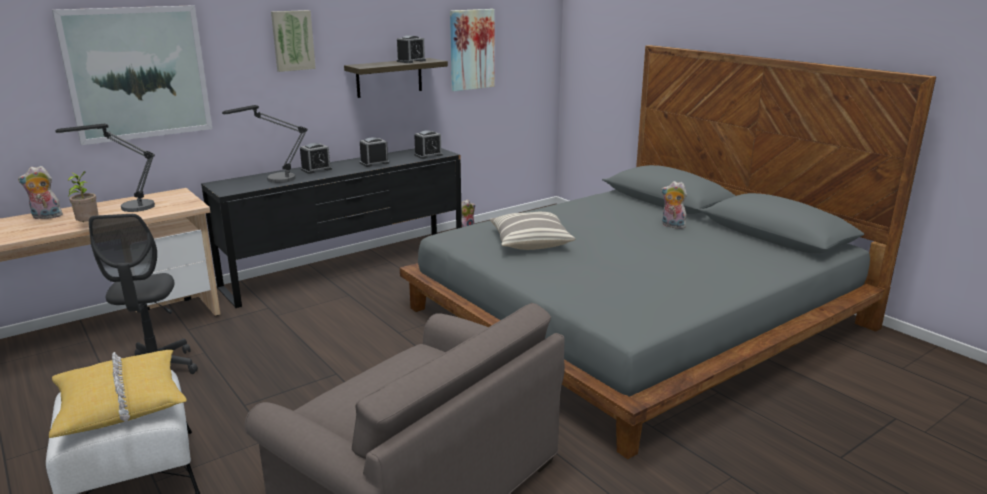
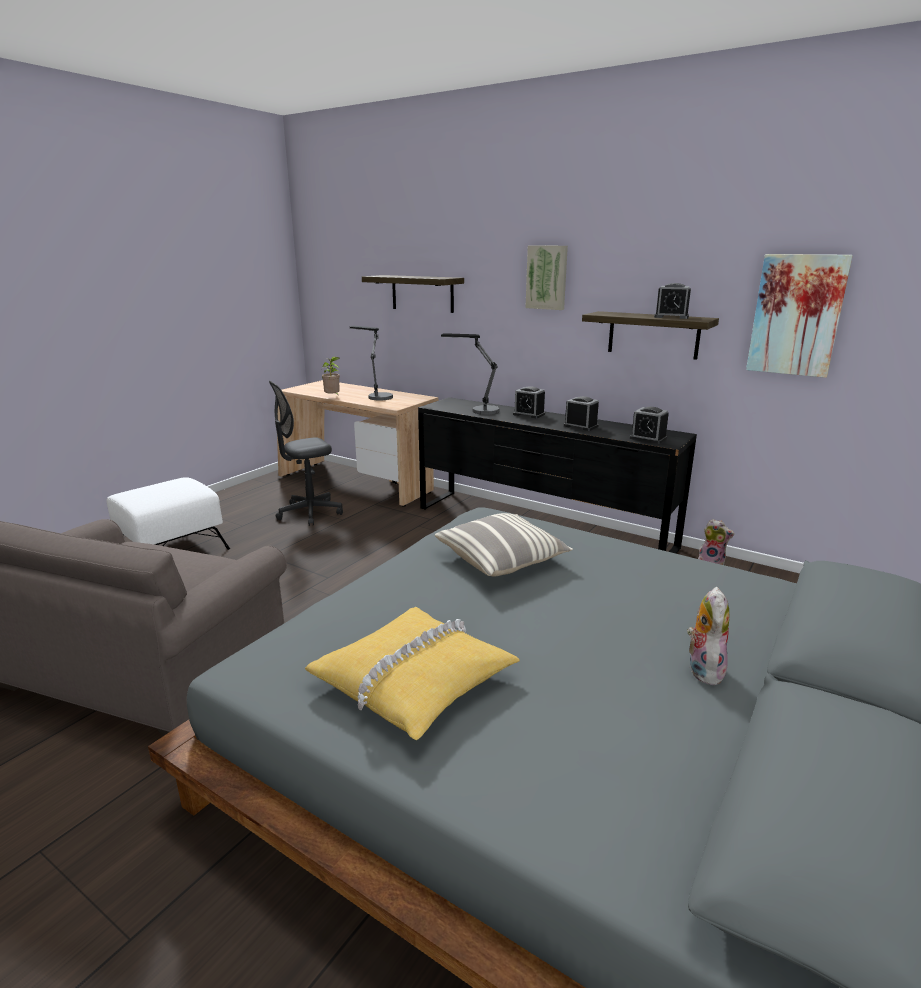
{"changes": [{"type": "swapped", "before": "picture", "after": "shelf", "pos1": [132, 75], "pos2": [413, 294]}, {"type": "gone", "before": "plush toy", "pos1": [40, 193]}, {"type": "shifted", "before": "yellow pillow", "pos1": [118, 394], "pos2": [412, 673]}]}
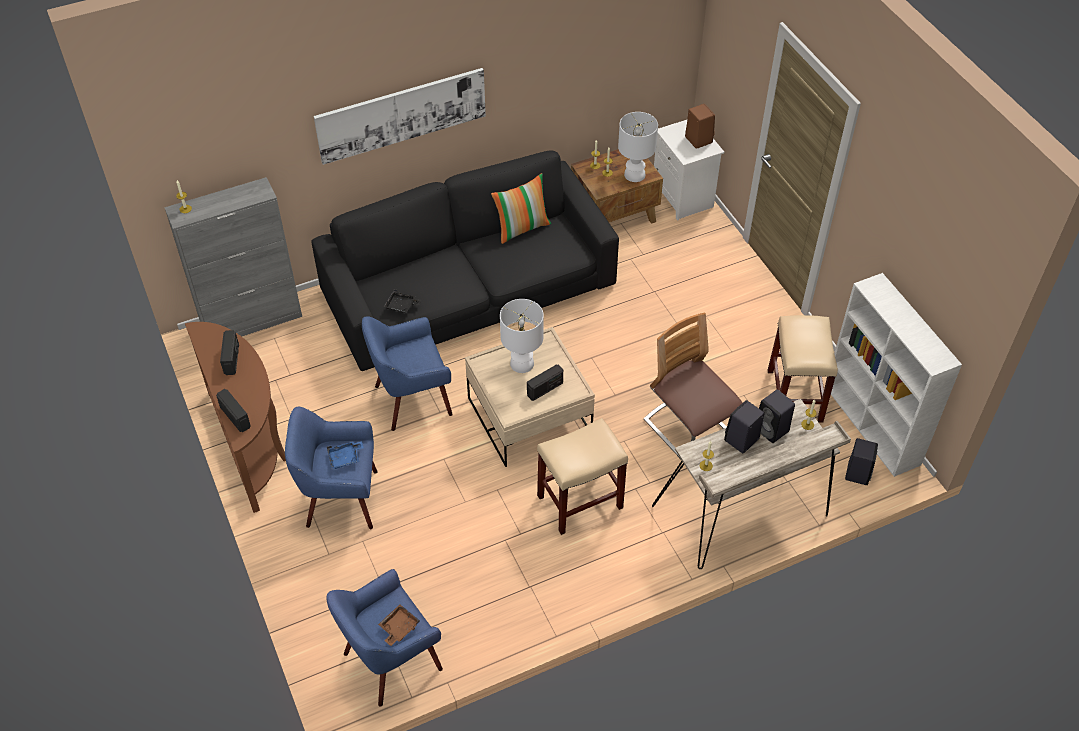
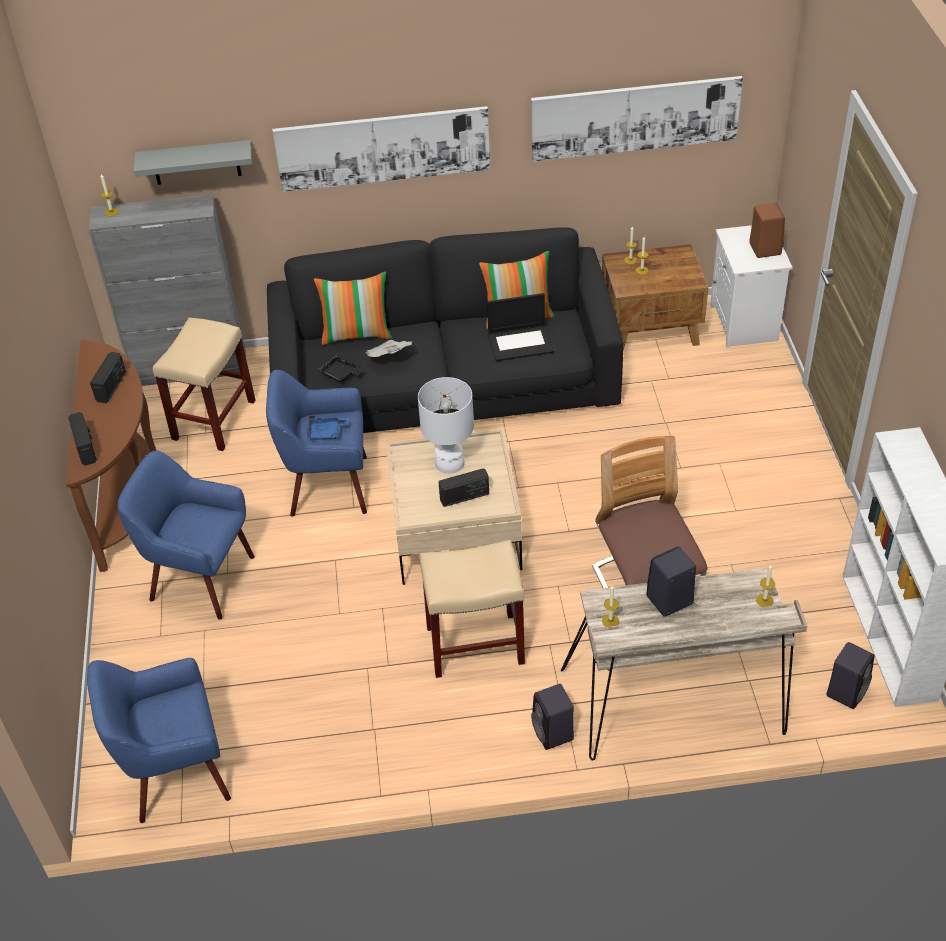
{"changes": [{"type": "gone", "before": "white table lamp", "pos1": [638, 147]}, {"type": "shifted", "before": "beige stool", "pos1": [803, 369], "pos2": [204, 384]}, {"type": "shifted", "before": "black speaker", "pos1": [777, 416], "pos2": [552, 717]}, {"type": "shifted", "before": "blue tray", "pos1": [345, 455], "pos2": [327, 427]}, {"type": "gone", "before": "brown tray", "pos1": [399, 625]}, {"type": "new", "after": "picture", "pos2": [637, 119]}, {"type": "new", "after": "grey shelf", "pos2": [193, 162]}, {"type": "new", "after": "pillow", "pos2": [353, 308]}, {"type": "new", "after": "laptop", "pos2": [520, 327]}, {"type": "new", "after": "newspaper", "pos2": [389, 348]}]}
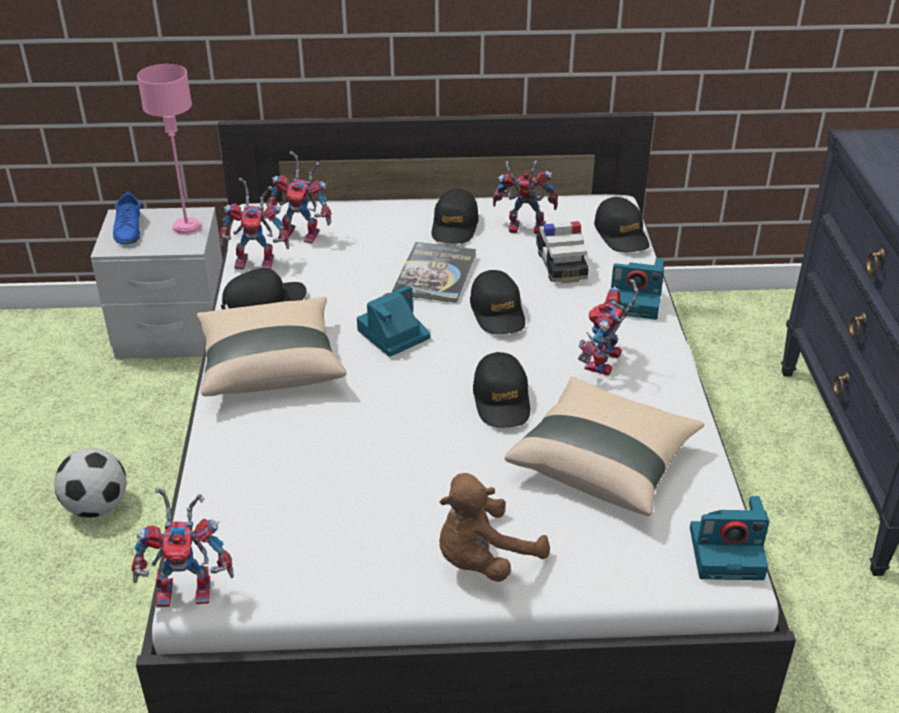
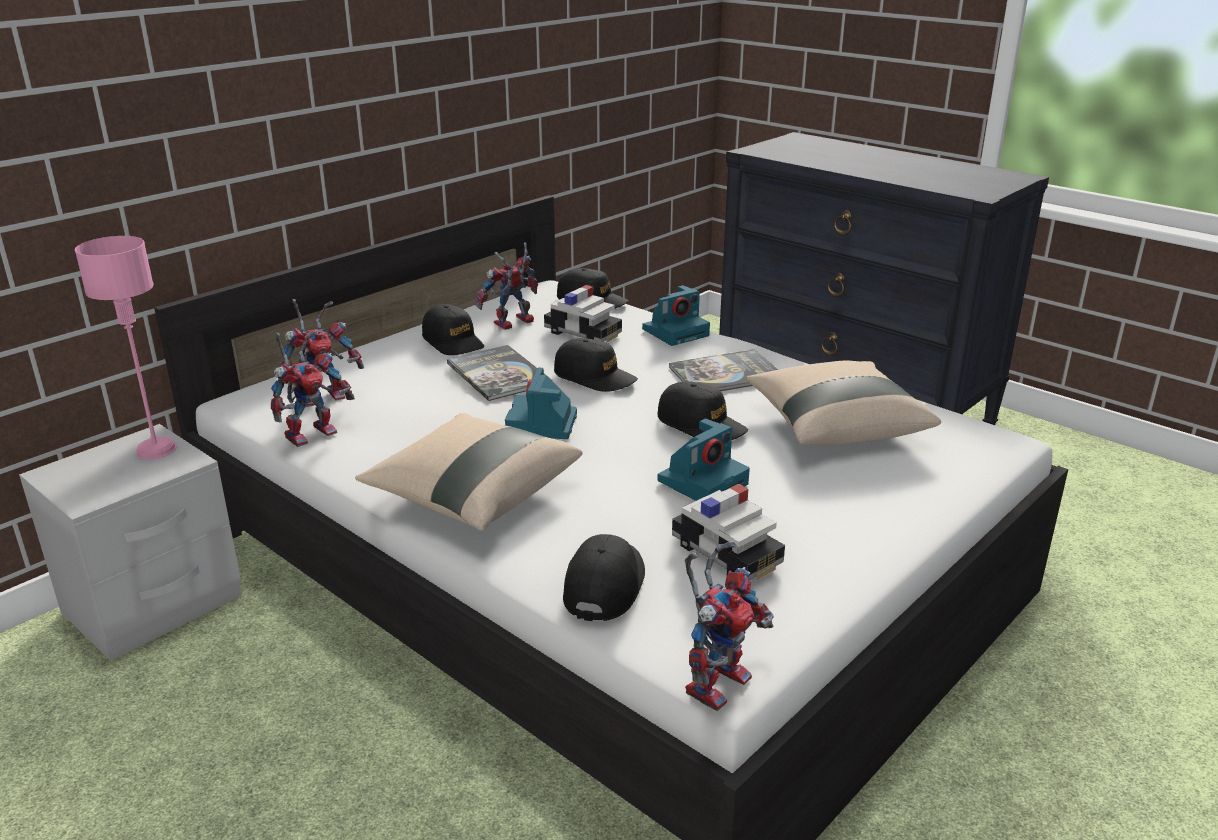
{"changes": [{"type": "gone", "before": "blue shoe", "pos1": [127, 218]}, {"type": "shifted", "before": "black cap", "pos1": [264, 289], "pos2": [604, 577]}, {"type": "swapped", "before": "toy robot", "after": "book", "pos1": [608, 327], "pos2": [723, 370]}, {"type": "gone", "before": "football", "pos1": [90, 483]}, {"type": "gone", "before": "brown plush toy", "pos1": [494, 527]}, {"type": "shifted", "before": "photo camera", "pos1": [729, 538], "pos2": [703, 459]}, {"type": "new", "after": "toy car", "pos2": [728, 532]}]}
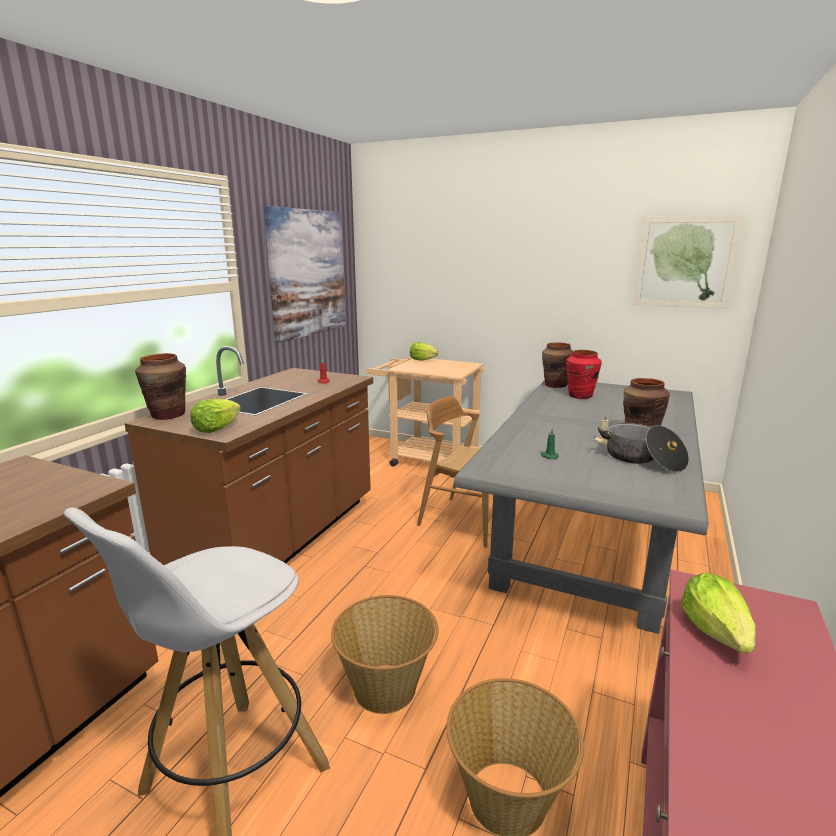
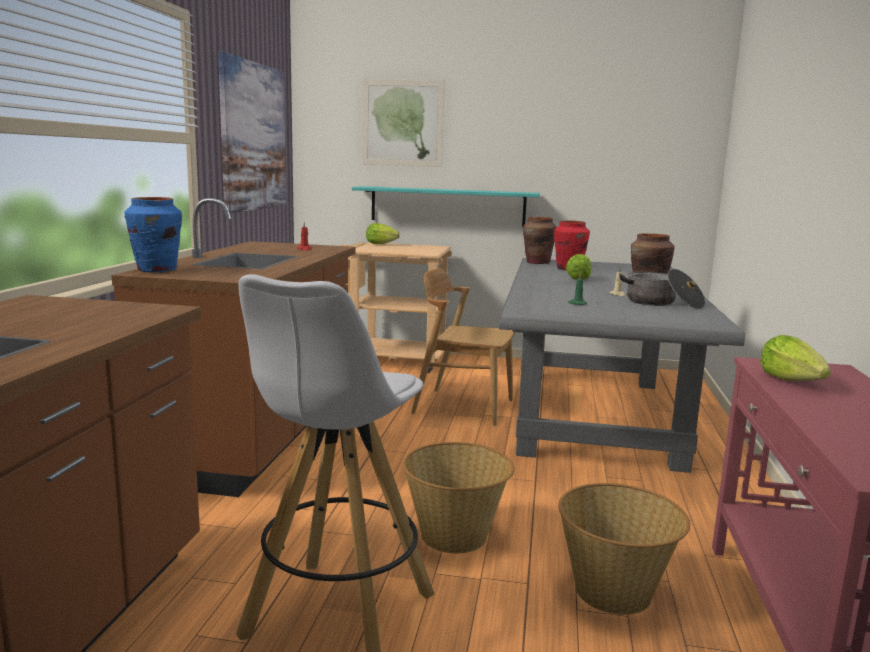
{"changes": [{"type": "shifted", "before": "picture", "pos1": [688, 262], "pos2": [403, 123]}, {"type": "repainted", "before": "brown vase", "after": "blue vase", "pos1": [160, 386], "pos2": [153, 234]}, {"type": "shifted", "before": "lettuce", "pos1": [215, 416], "pos2": [578, 267]}, {"type": "new", "after": "turquoise shelf", "pos2": [446, 206]}]}
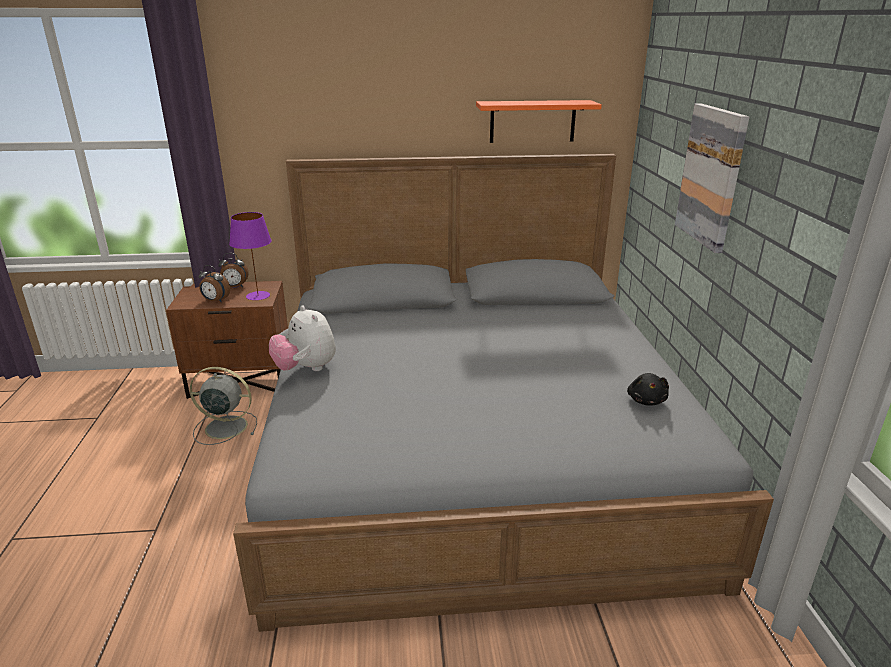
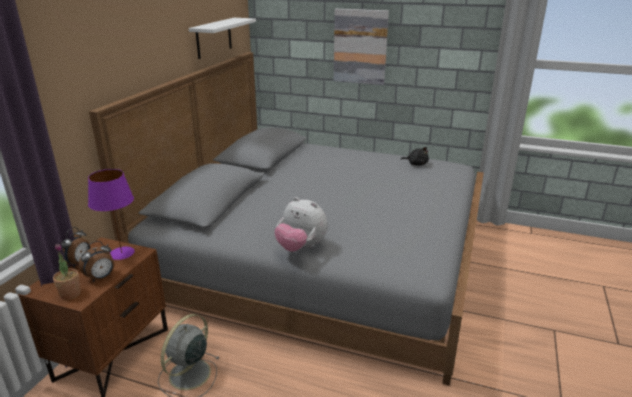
{"changes": [{"type": "repainted", "before": "orange shelf", "after": "white shelf", "pos1": [539, 121], "pos2": [222, 38]}, {"type": "rotated", "before": "plush toy", "pos1": [302, 338], "pos2": [301, 224], "turn": 45}, {"type": "new", "after": "potted plant", "pos2": [67, 271]}]}
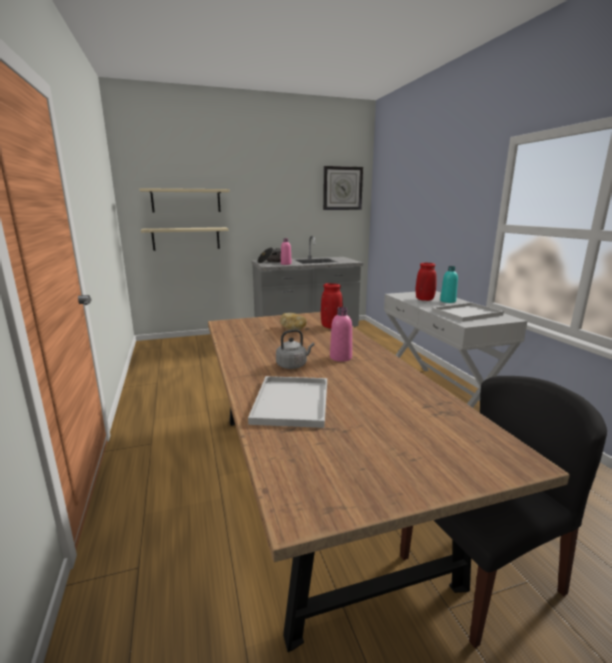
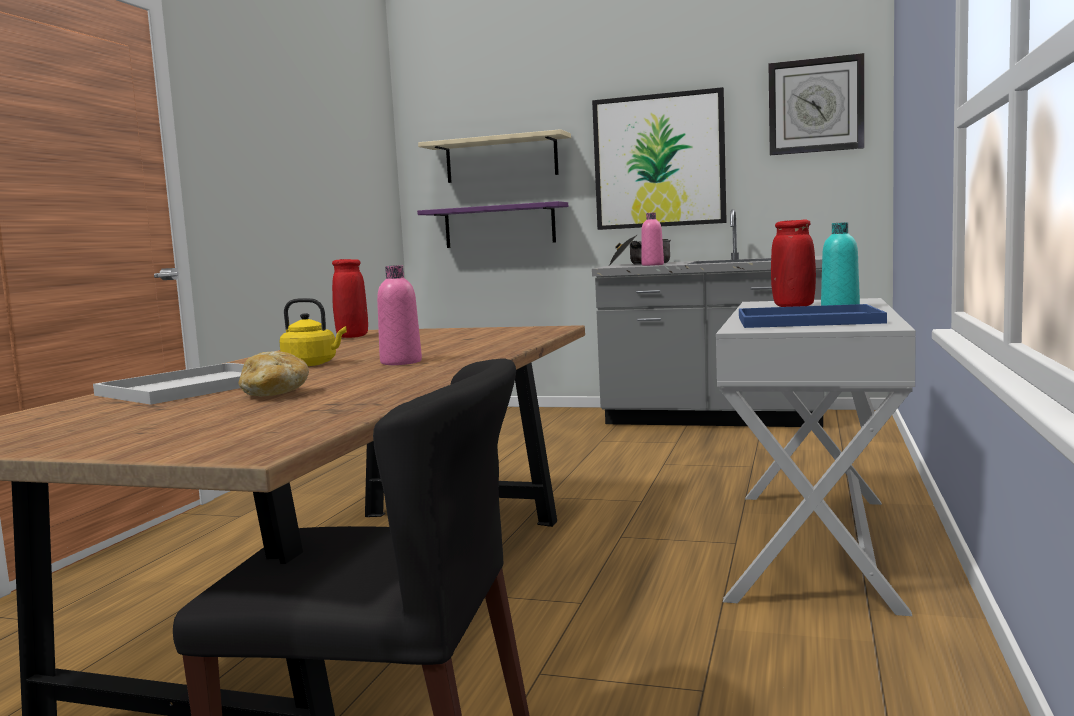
{"changes": [{"type": "repainted", "before": "beige shelf", "after": "purple shelf", "pos1": [185, 239], "pos2": [492, 224]}, {"type": "shifted", "before": "red vase", "pos1": [332, 306], "pos2": [350, 298]}, {"type": "repainted", "before": "white tray", "after": "blue tray", "pos1": [468, 312], "pos2": [813, 316]}, {"type": "shifted", "before": "bread", "pos1": [293, 321], "pos2": [273, 373]}, {"type": "repainted", "before": "grey kettle", "after": "yellow kettle", "pos1": [295, 349], "pos2": [313, 332]}, {"type": "new", "after": "picture", "pos2": [659, 158]}]}
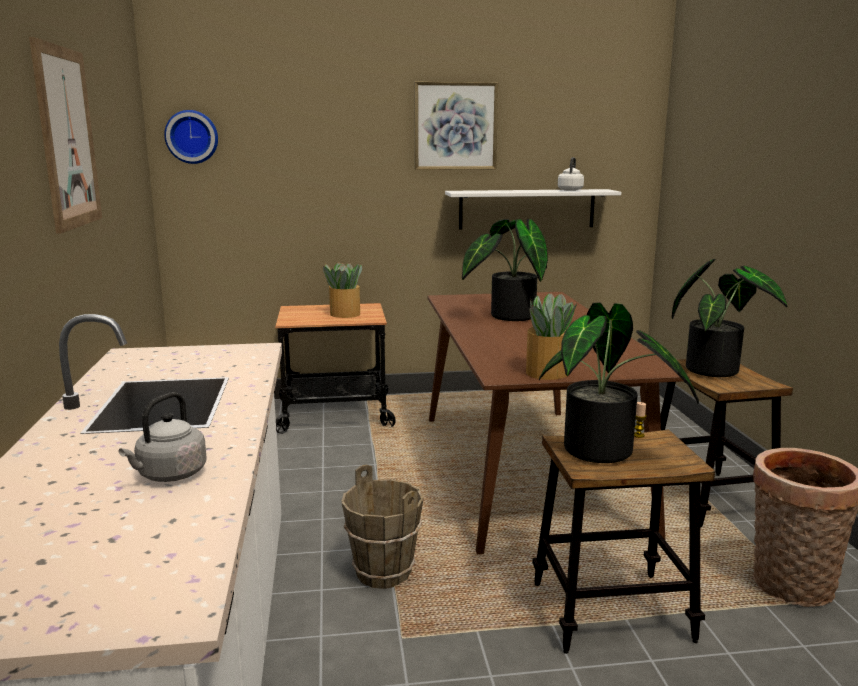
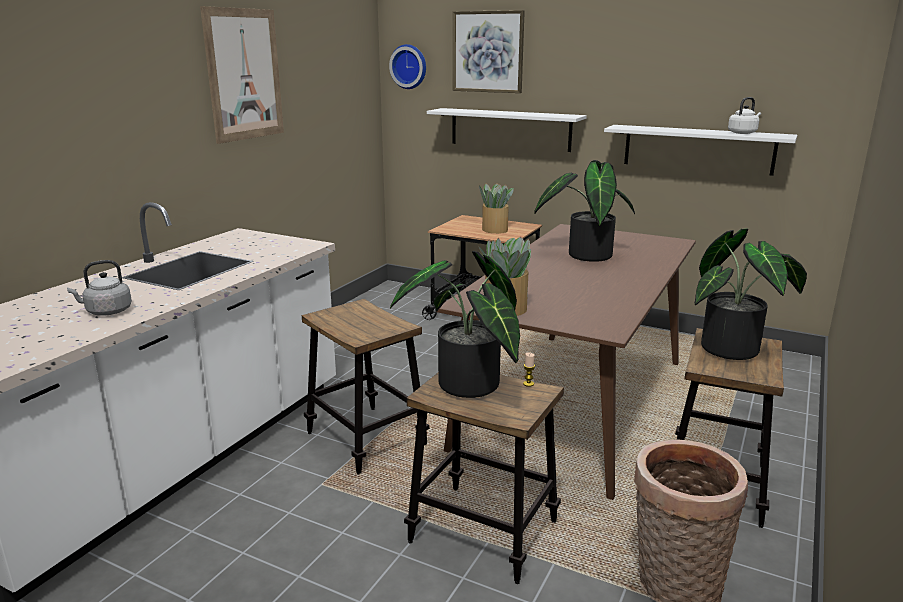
{"changes": [{"type": "shifted", "before": "picture", "pos1": [456, 126], "pos2": [488, 51]}, {"type": "swapped", "before": "brown bucket", "after": "stool", "pos1": [382, 527], "pos2": [366, 387]}, {"type": "new", "after": "white shelf", "pos2": [507, 130]}]}
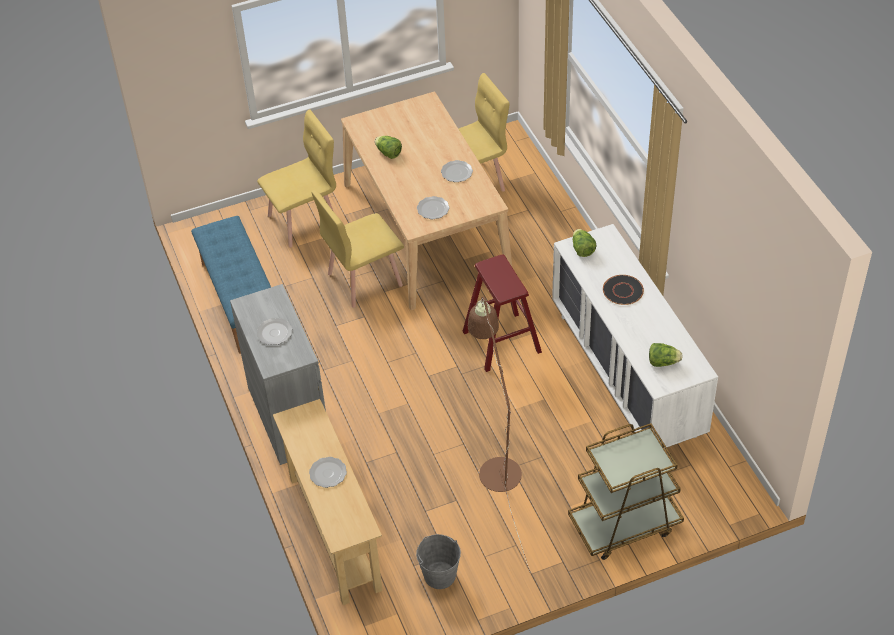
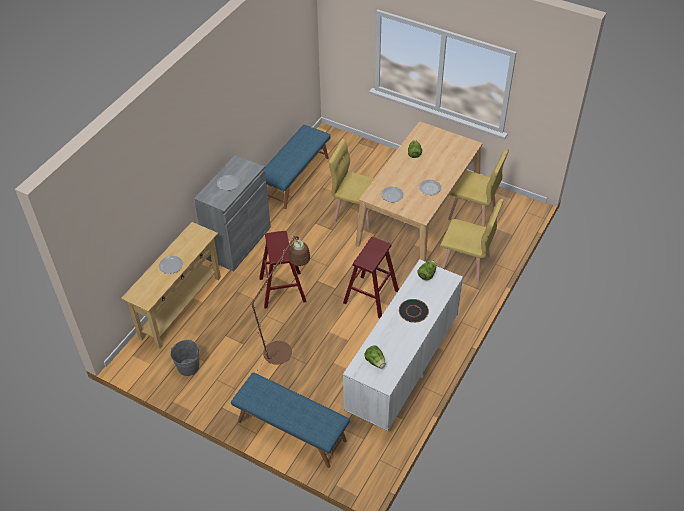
{"changes": [{"type": "shifted", "before": "yellow chair", "pos1": [296, 178], "pos2": [472, 241]}, {"type": "swapped", "before": "brown cart", "after": "blue bench", "pos1": [626, 491], "pos2": [290, 420]}, {"type": "new", "after": "red stool", "pos2": [282, 270]}]}
